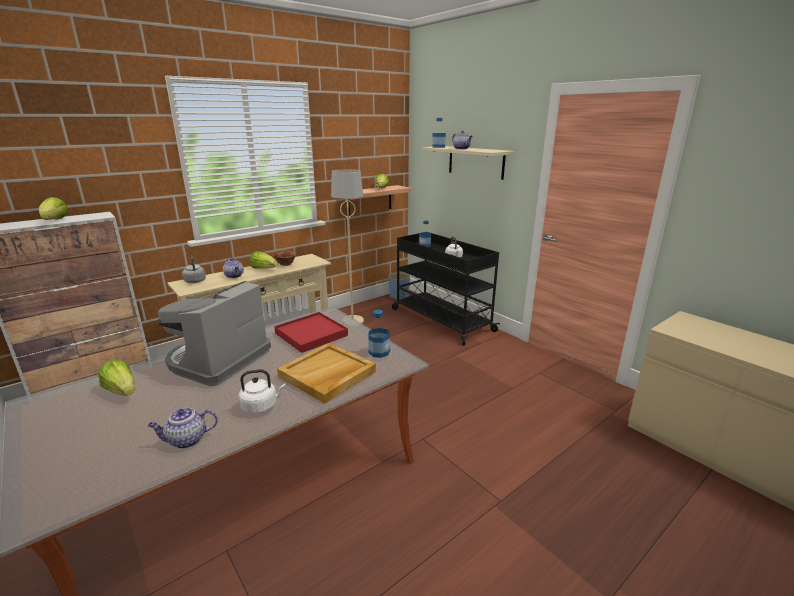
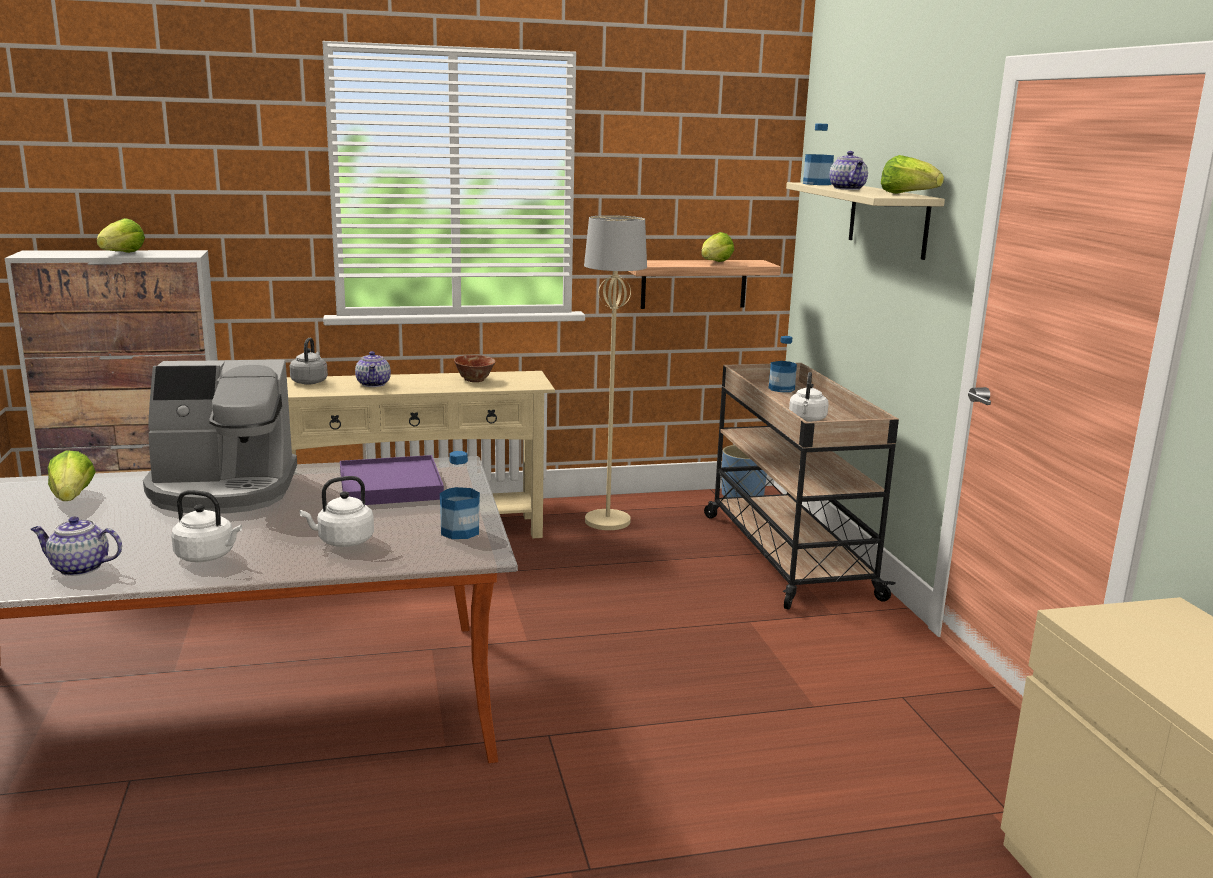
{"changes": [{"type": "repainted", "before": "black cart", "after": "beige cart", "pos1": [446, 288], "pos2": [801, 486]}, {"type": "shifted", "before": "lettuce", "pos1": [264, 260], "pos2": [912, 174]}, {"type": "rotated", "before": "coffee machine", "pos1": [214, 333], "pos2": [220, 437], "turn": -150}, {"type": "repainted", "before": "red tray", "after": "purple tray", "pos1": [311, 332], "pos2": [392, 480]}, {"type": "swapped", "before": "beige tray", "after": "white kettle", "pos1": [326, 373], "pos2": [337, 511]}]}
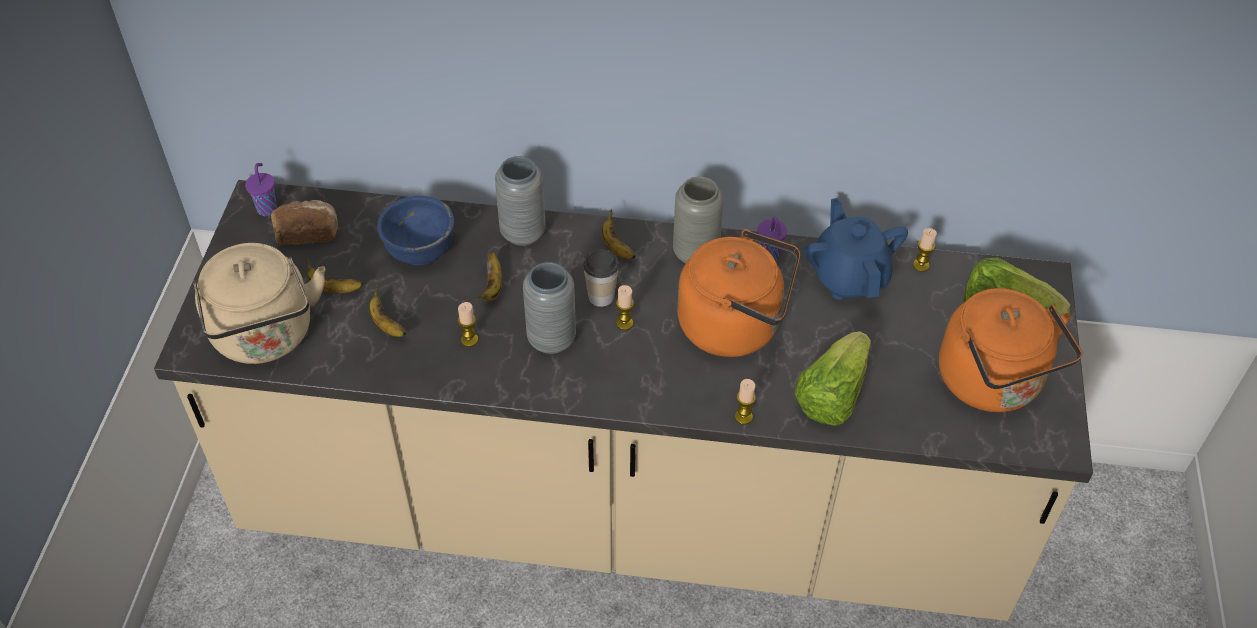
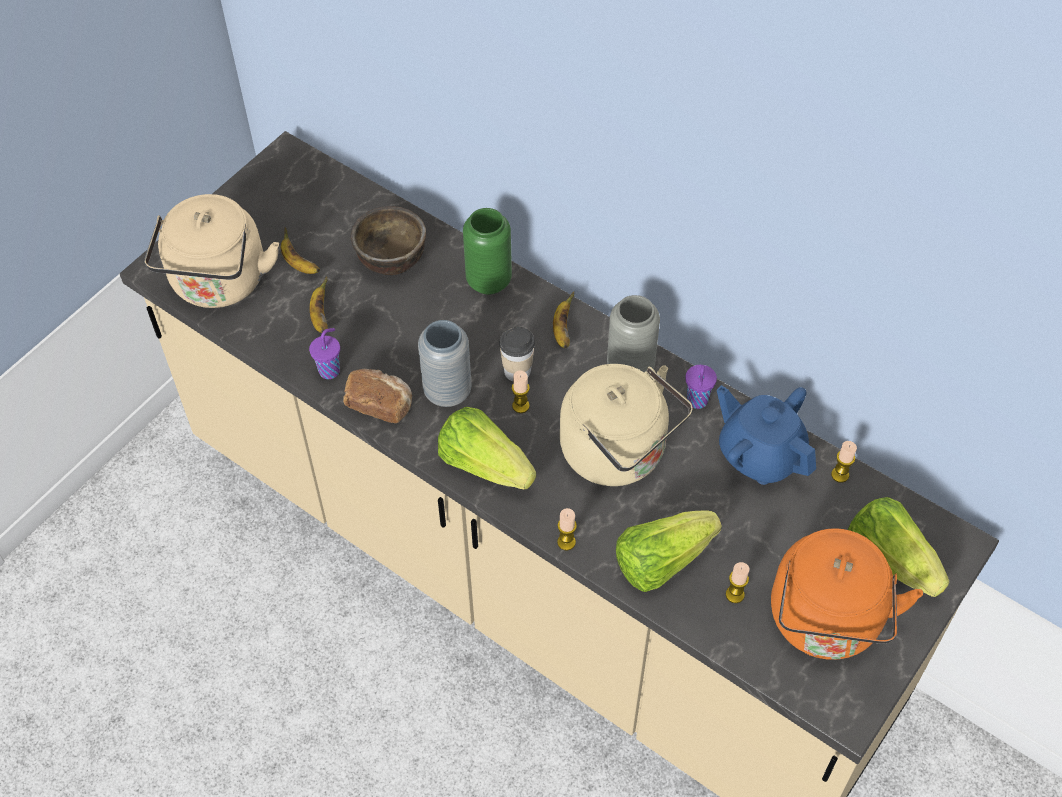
{"changes": [{"type": "repainted", "before": "grey vase", "after": "green vase", "pos1": [520, 201], "pos2": [487, 251]}, {"type": "shifted", "before": "purple cup", "pos1": [261, 189], "pos2": [324, 353]}, {"type": "repainted", "before": "blue bowl", "after": "brown bowl", "pos1": [415, 231], "pos2": [388, 240]}, {"type": "rotated", "before": "blue teapot", "pos1": [856, 249], "pos2": [766, 435], "turn": -60}, {"type": "shifted", "before": "bread", "pos1": [304, 222], "pos2": [377, 396]}, {"type": "repainted", "before": "orange kettle", "after": "beige kettle", "pos1": [738, 293], "pos2": [626, 425]}, {"type": "gone", "before": "banana", "pos1": [488, 277]}, {"type": "shifted", "before": "candle", "pos1": [468, 324], "pos2": [737, 582]}, {"type": "new", "after": "lettuce", "pos2": [487, 448]}]}
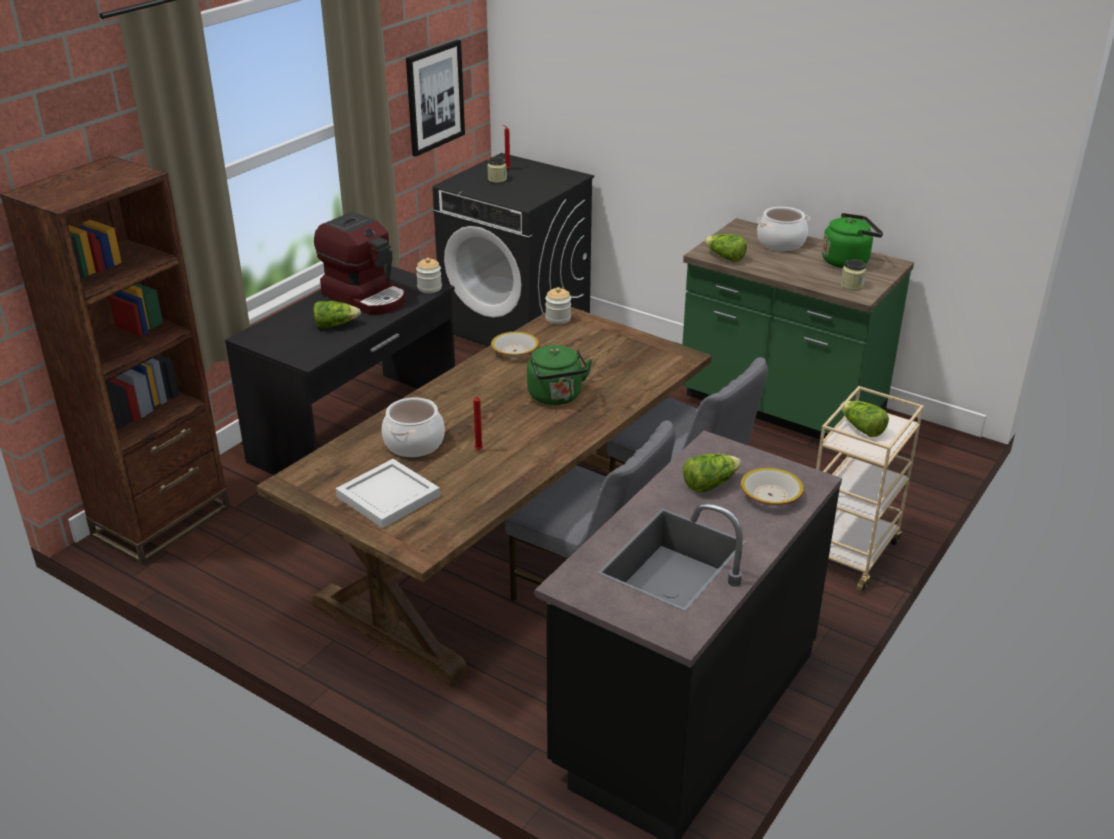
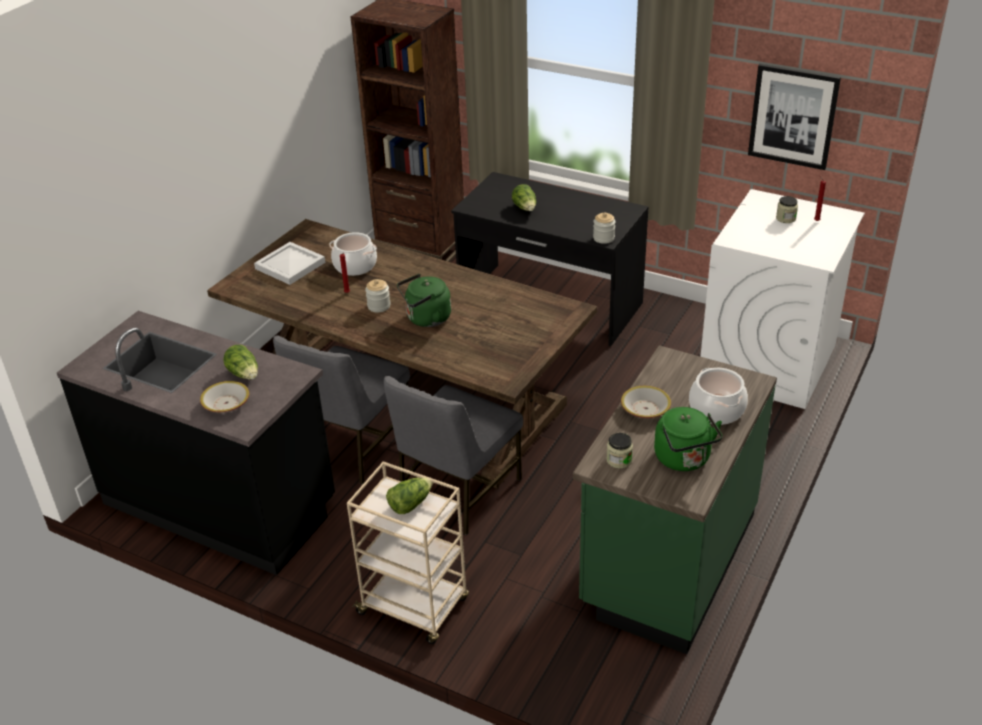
{"changes": [{"type": "repainted", "before": "black washing machine", "after": "white washing machine", "pos1": [513, 250], "pos2": [782, 299]}, {"type": "gone", "before": "coffee machine", "pos1": [359, 263]}, {"type": "gone", "before": "lettuce", "pos1": [725, 248]}, {"type": "shifted", "before": "jar", "pos1": [558, 306], "pos2": [378, 296]}, {"type": "shifted", "before": "bowl", "pos1": [515, 345], "pos2": [646, 402]}]}
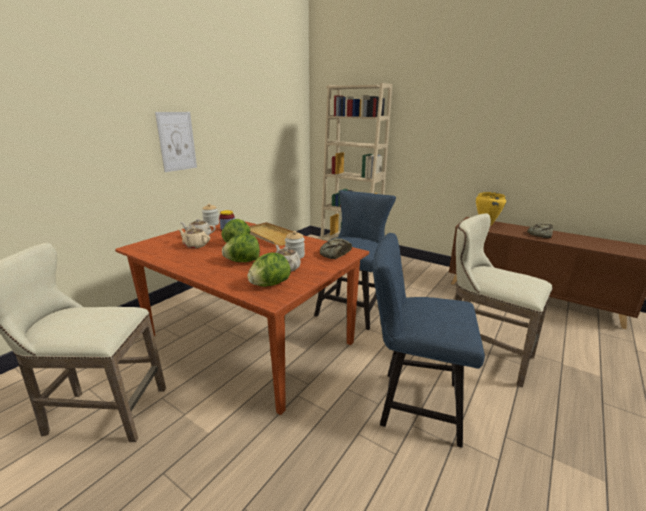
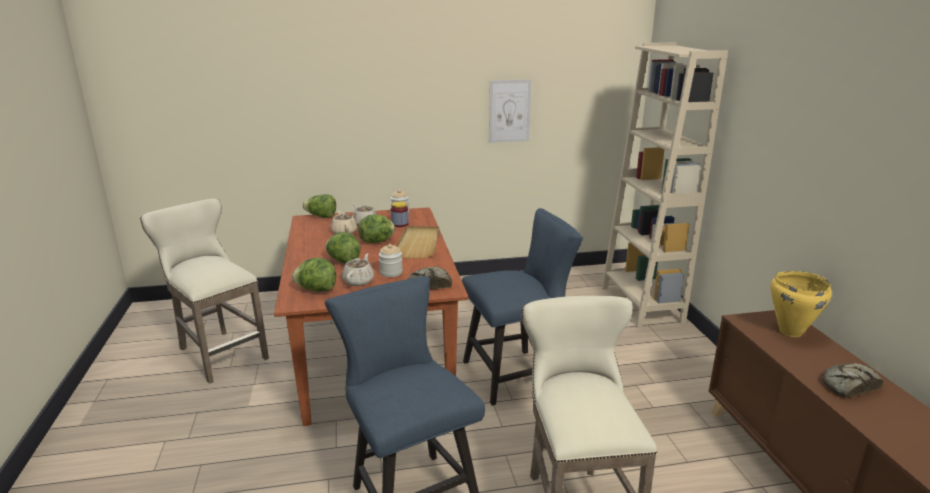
{"changes": [{"type": "shifted", "before": "picture", "pos1": [176, 142], "pos2": [510, 111]}, {"type": "new", "after": "lettuce", "pos2": [319, 206]}]}
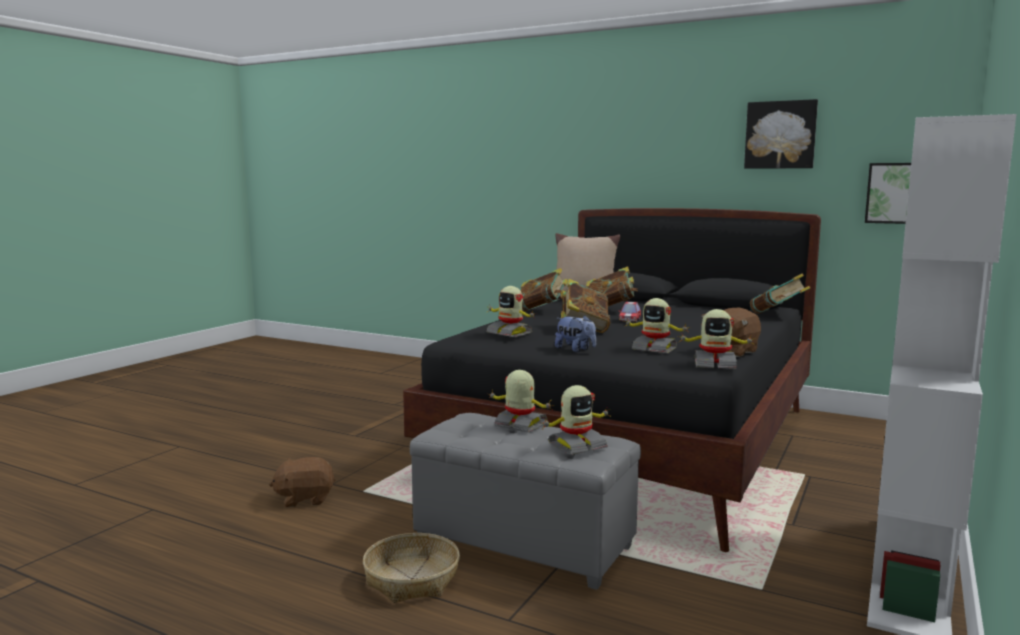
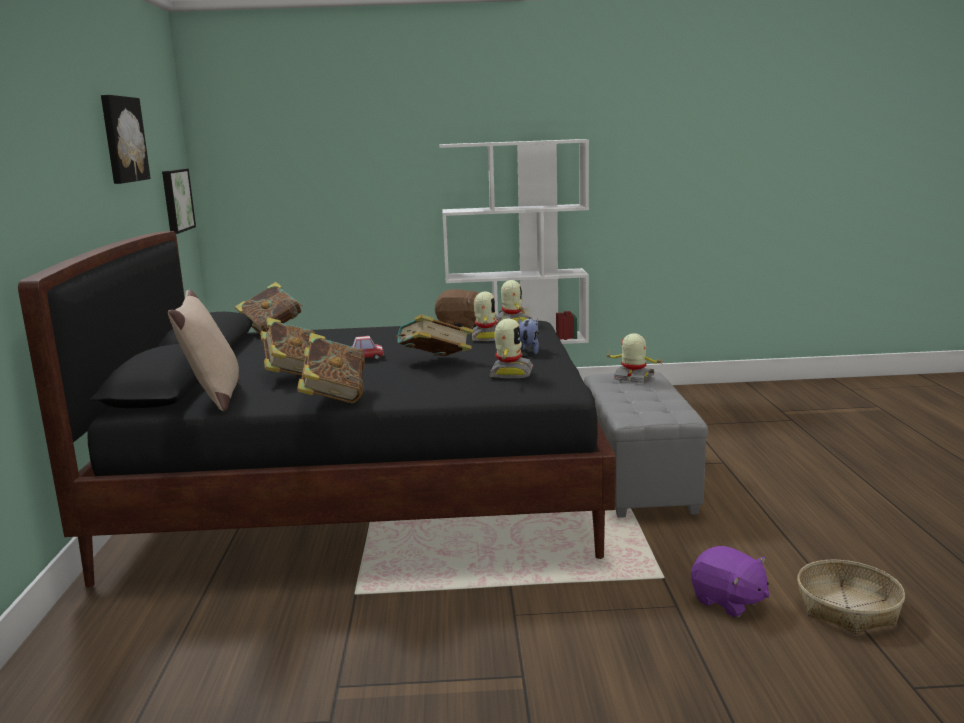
{"changes": [{"type": "gone", "before": "toy robot", "pos1": [520, 401]}, {"type": "repainted", "before": "brown plush toy", "after": "purple plush toy", "pos1": [302, 482], "pos2": [730, 581]}, {"type": "shifted", "before": "basket", "pos1": [411, 568], "pos2": [851, 597]}]}
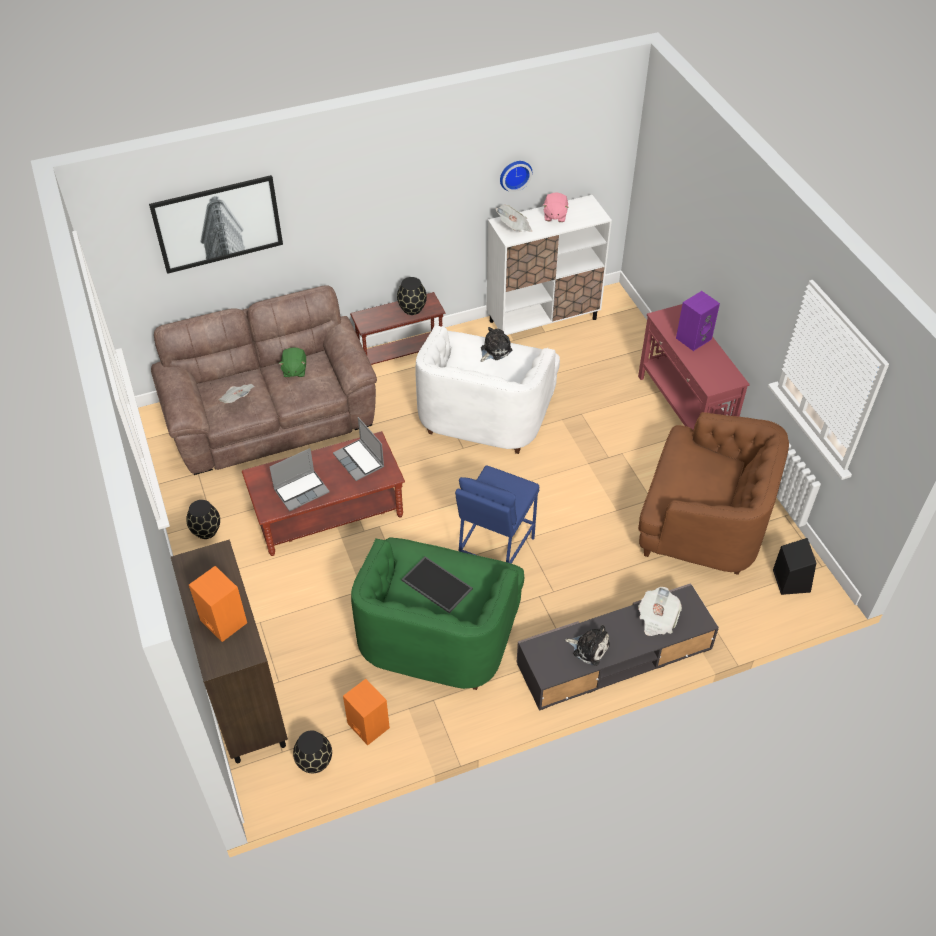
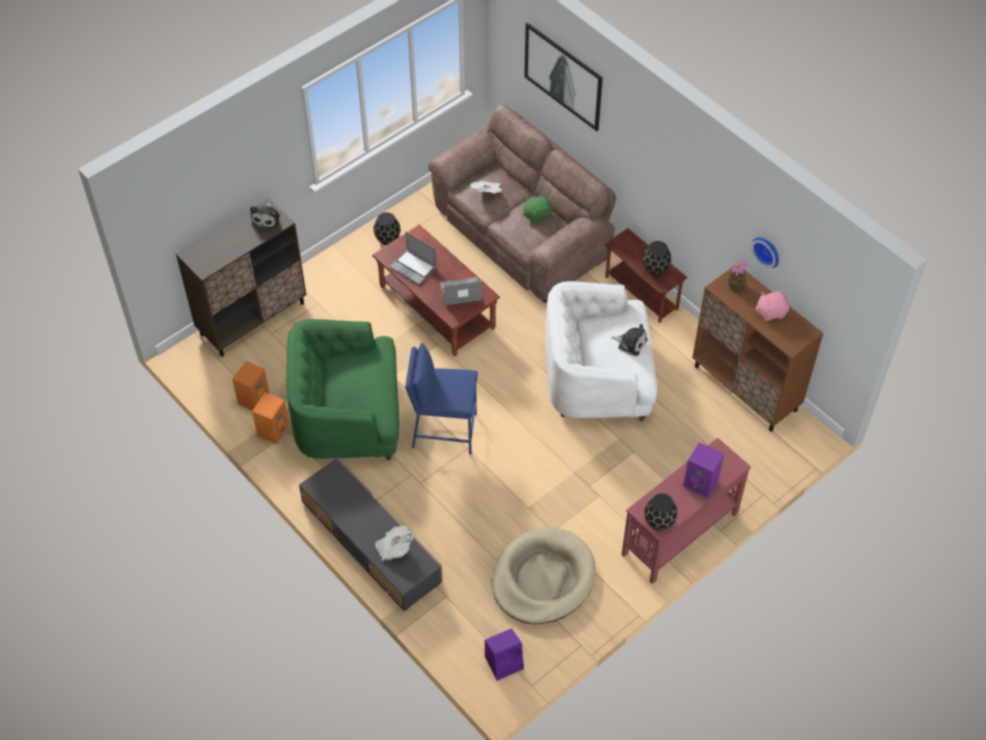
{"changes": [{"type": "repainted", "before": "white cabinet", "after": "brown cabinet", "pos1": [549, 265], "pos2": [757, 348]}, {"type": "swapped", "before": "newspaper", "after": "potted plant", "pos1": [514, 218], "pos2": [738, 275]}, {"type": "swapped", "before": "brown armchair", "after": "beige dog bed", "pos1": [713, 493], "pos2": [543, 575]}, {"type": "rotated", "before": "laptop", "pos1": [358, 449], "pos2": [461, 291], "turn": 45}, {"type": "repainted", "before": "black speaker", "after": "purple speaker", "pos1": [794, 566], "pos2": [504, 654]}, {"type": "gone", "before": "tray", "pos1": [437, 584]}, {"type": "shifted", "before": "orange speaker", "pos1": [218, 604], "pos2": [270, 418]}, {"type": "shifted", "before": "plush toy", "pos1": [587, 645], "pos2": [265, 216]}, {"type": "shifted", "before": "black vase", "pos1": [312, 751], "pos2": [660, 512]}]}
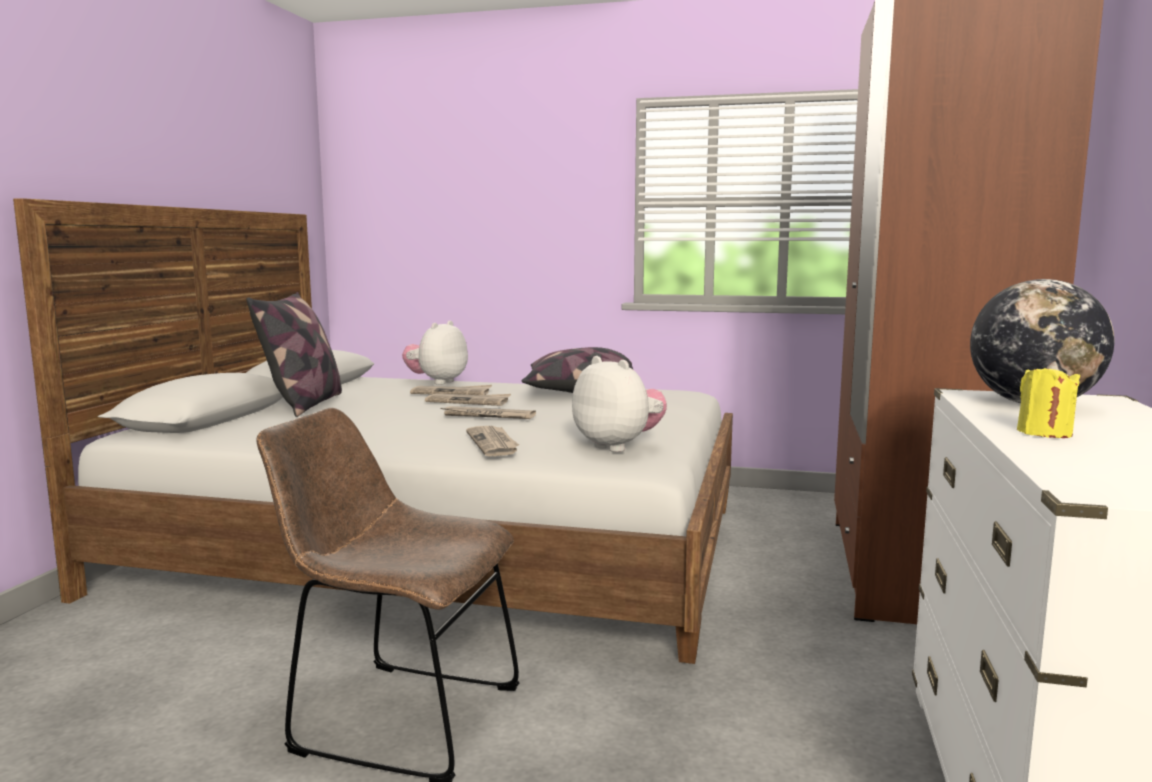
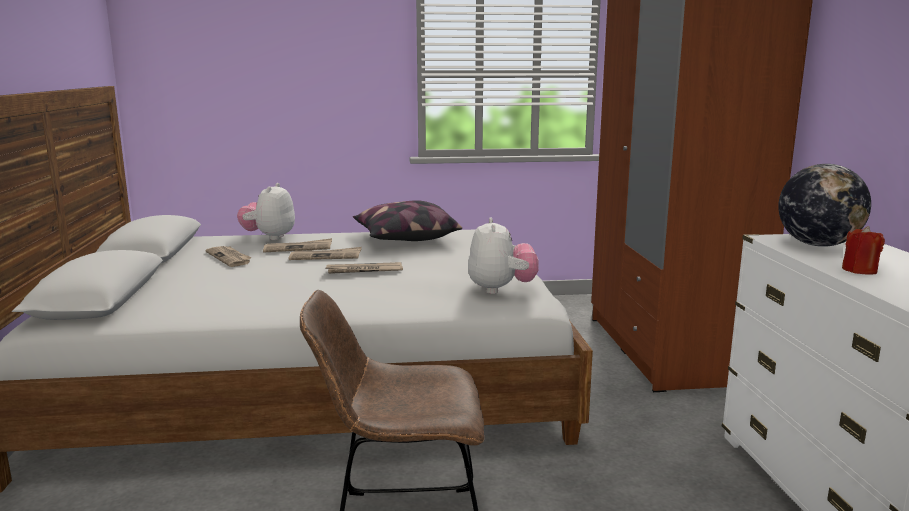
{"changes": [{"type": "gone", "before": "pillow", "pos1": [294, 354]}, {"type": "rotated", "before": "plush toy", "pos1": [619, 404], "pos2": [503, 256], "turn": 60}, {"type": "repainted", "before": "yellow candle", "after": "red candle", "pos1": [1048, 399], "pos2": [863, 250]}, {"type": "shifted", "before": "newspaper", "pos1": [492, 441], "pos2": [228, 256]}]}
